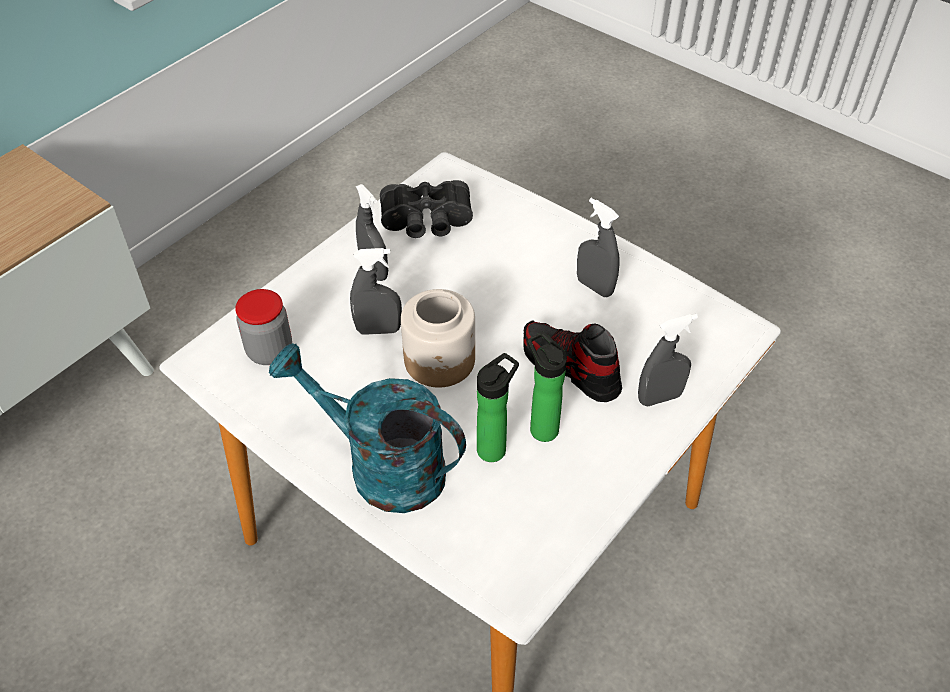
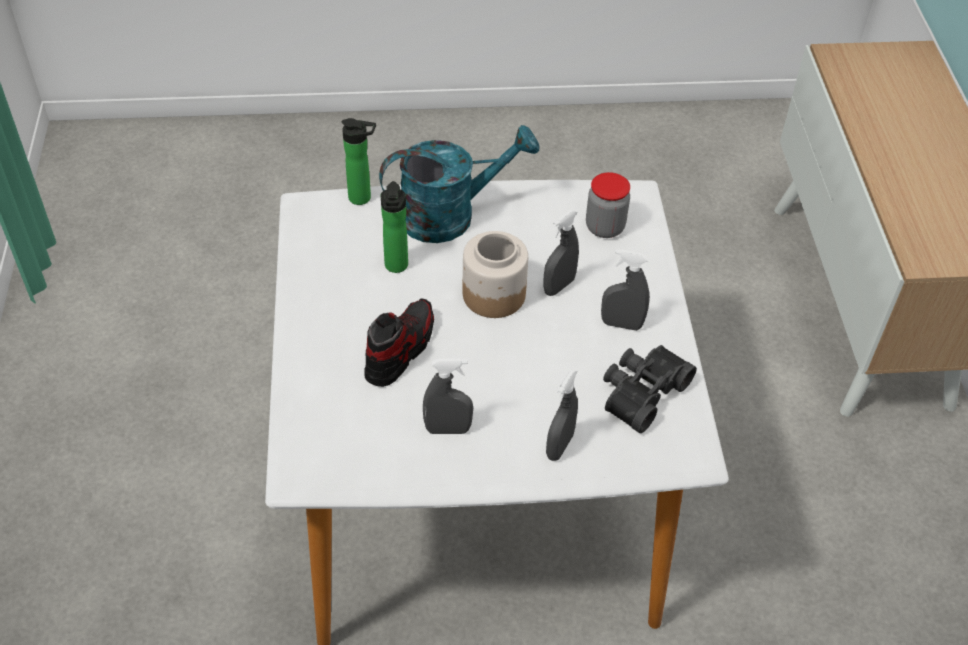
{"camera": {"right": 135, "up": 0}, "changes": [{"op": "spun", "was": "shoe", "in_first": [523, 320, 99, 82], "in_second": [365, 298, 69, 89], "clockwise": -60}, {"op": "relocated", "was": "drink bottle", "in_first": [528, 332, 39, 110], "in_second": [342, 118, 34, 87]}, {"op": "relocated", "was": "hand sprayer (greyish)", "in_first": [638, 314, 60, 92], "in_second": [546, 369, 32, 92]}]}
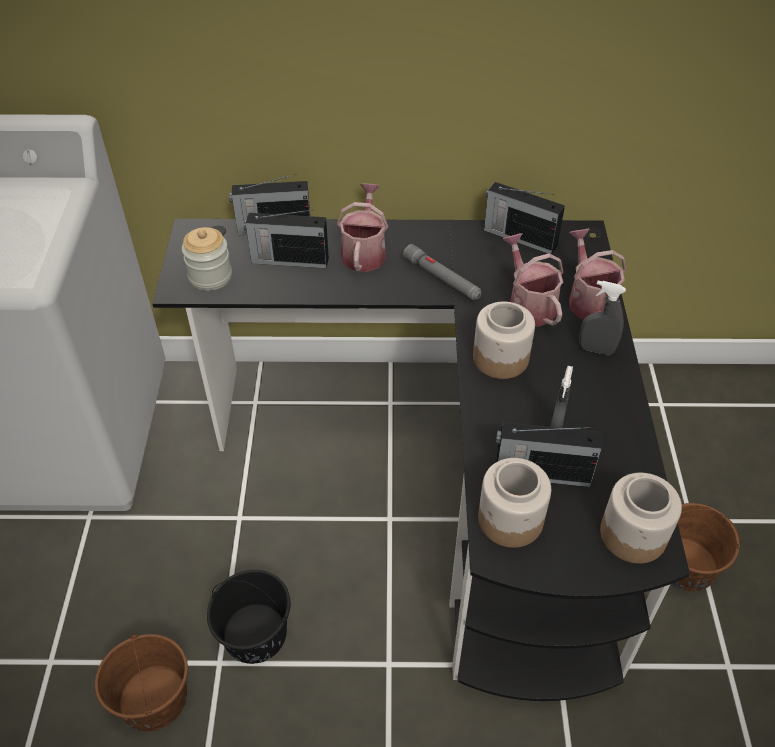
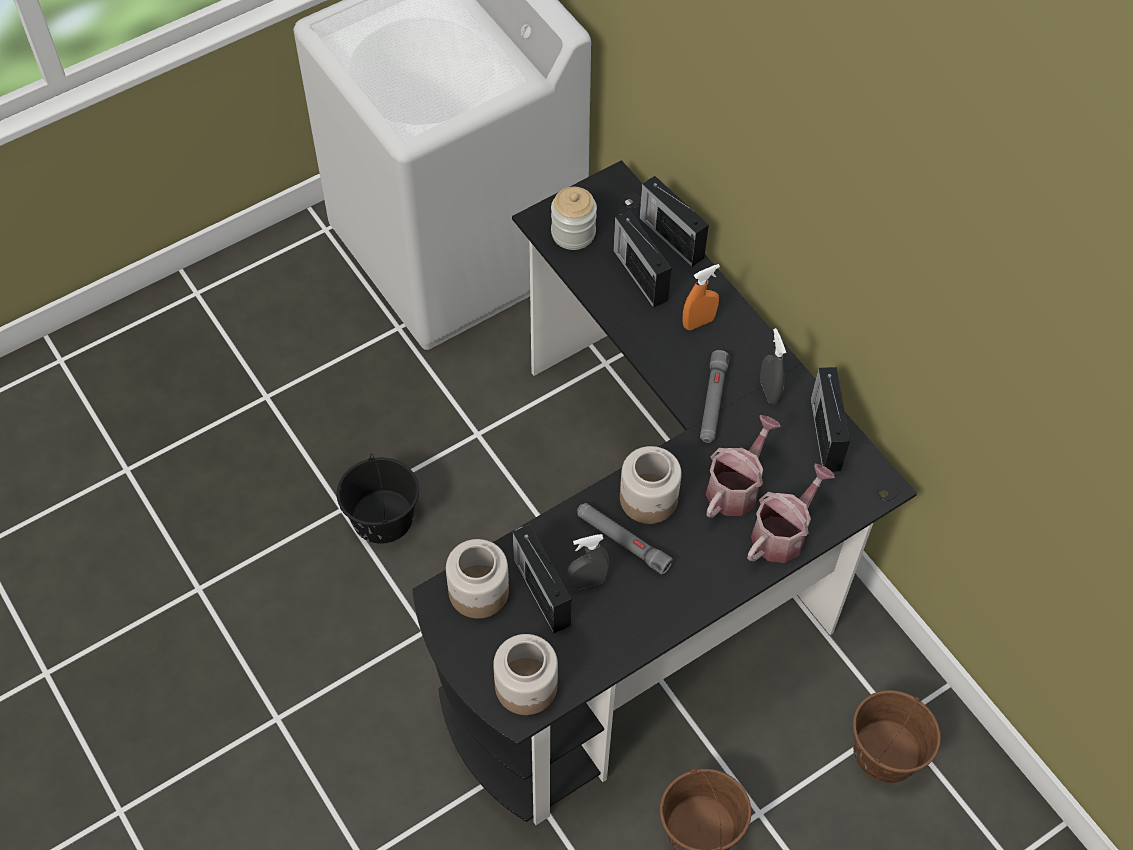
{"camera": {"right": 55, "up": 10}, "changes": [{"op": "relocated", "was": "bucket (brown)", "in_first": [95, 633, 93, 99], "in_second": [853, 690, 88, 93]}, {"op": "exchanged", "was": "watering can", "now": "hand sprayer (orangey)", "in_first": [337, 183, 51, 89], "in_second": [682, 264, 38, 66]}, {"op": "relocated", "was": "hand sprayer (greyish)", "in_first": [579, 281, 47, 74], "in_second": [760, 328, 26, 76]}, {"op": "appeared", "now": "hand torch (greyish)", "in_second": [577, 503, 96, 72]}]}
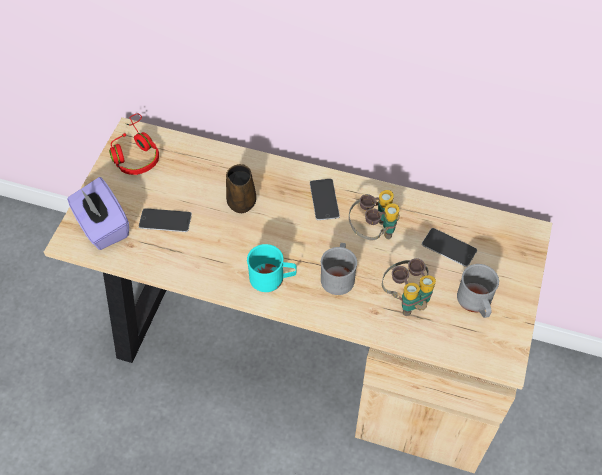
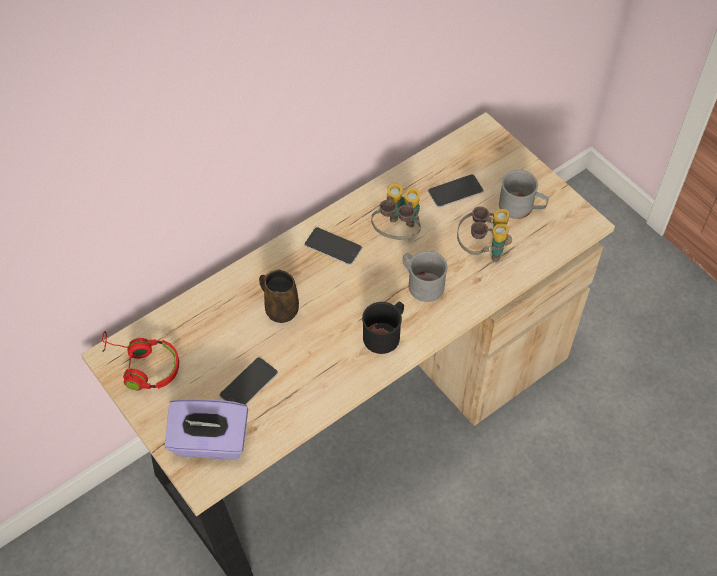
{"camera": {"right": -55, "up": 0}, "changes": [{"op": "colour", "was": "tea mug (turquoise)", "now": "tea mug (blackish)", "in_first": [247, 244, 50, 48], "in_second": [362, 302, 42, 52]}]}
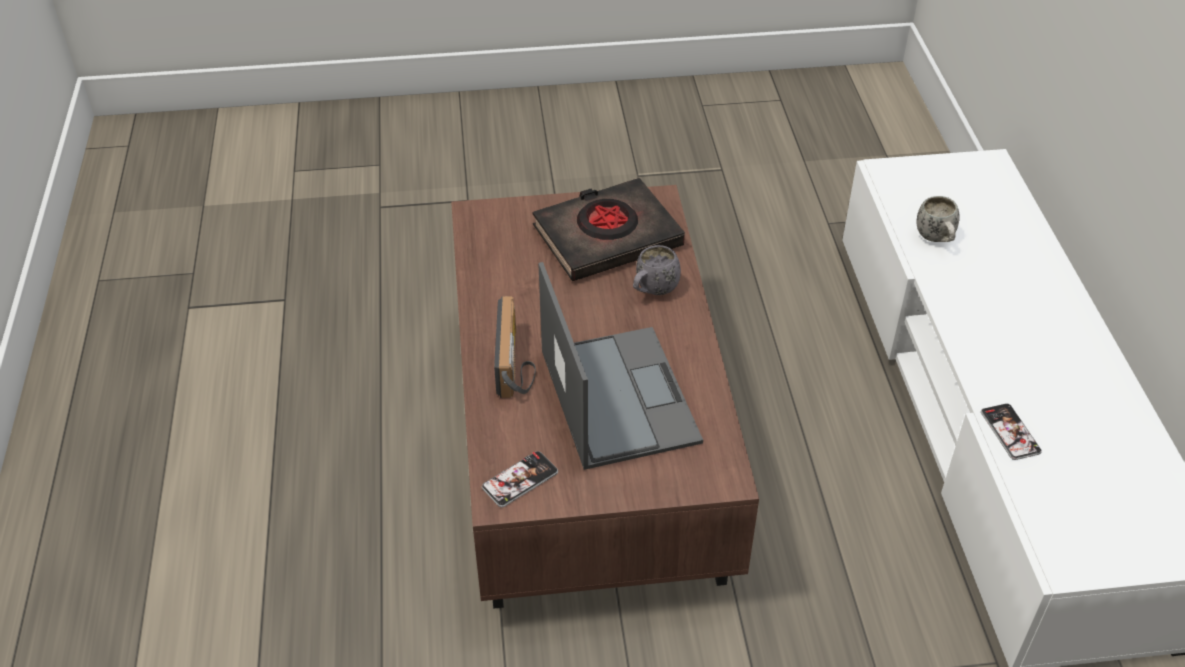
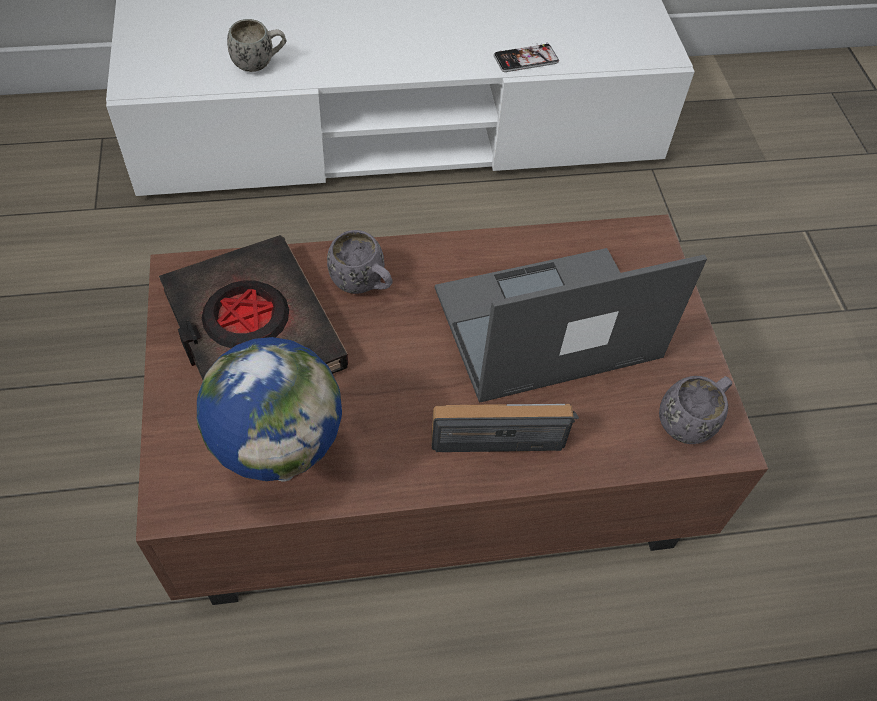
{"camera": {"right": -95, "up": 10}, "changes": [{"op": "exchanged", "was": "phone", "now": "tea mug (greyish)", "in_first": [482, 451, 76, 56], "in_second": [659, 376, 74, 68]}, {"op": "appeared", "now": "globe", "in_second": [197, 337, 145, 145]}]}
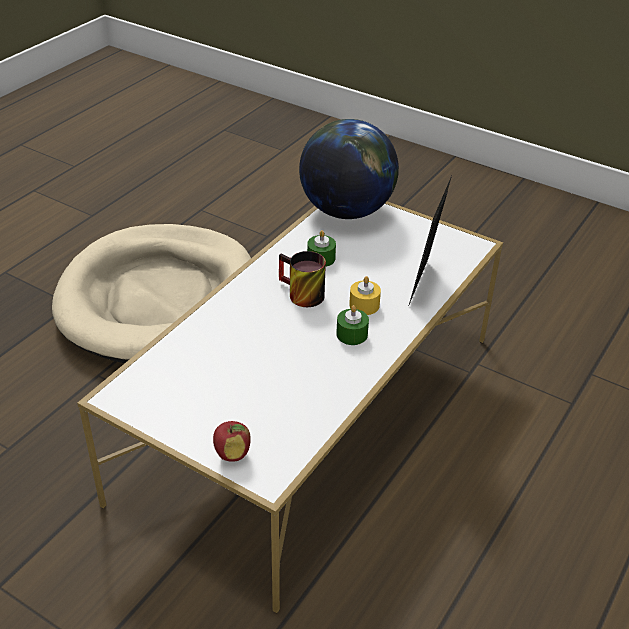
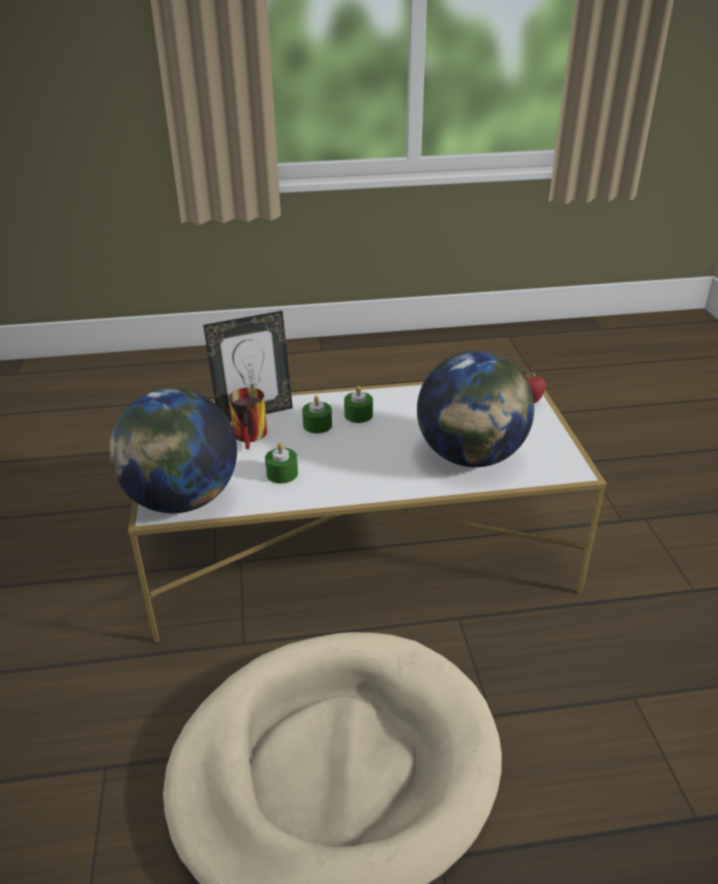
{"camera": {"right": -130, "up": -5}, "changes": [{"op": "relocated", "was": "tea mug", "in_first": [279, 251, 47, 56], "in_second": [229, 387, 38, 62]}, {"op": "colour", "was": "wax candle (yellowish)", "now": "wax candle (green-coloured)", "in_first": [349, 276, 32, 39], "in_second": [302, 395, 30, 39]}, {"op": "appeared", "now": "globe", "in_second": [417, 351, 117, 116]}]}
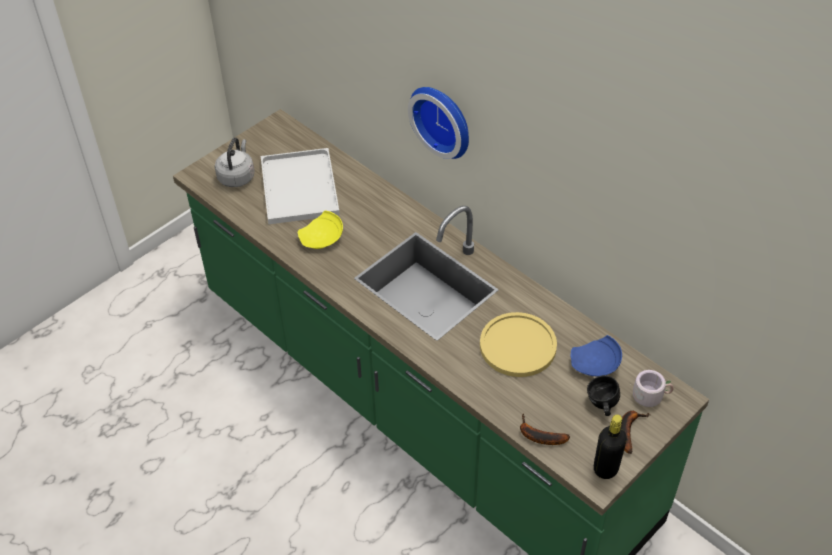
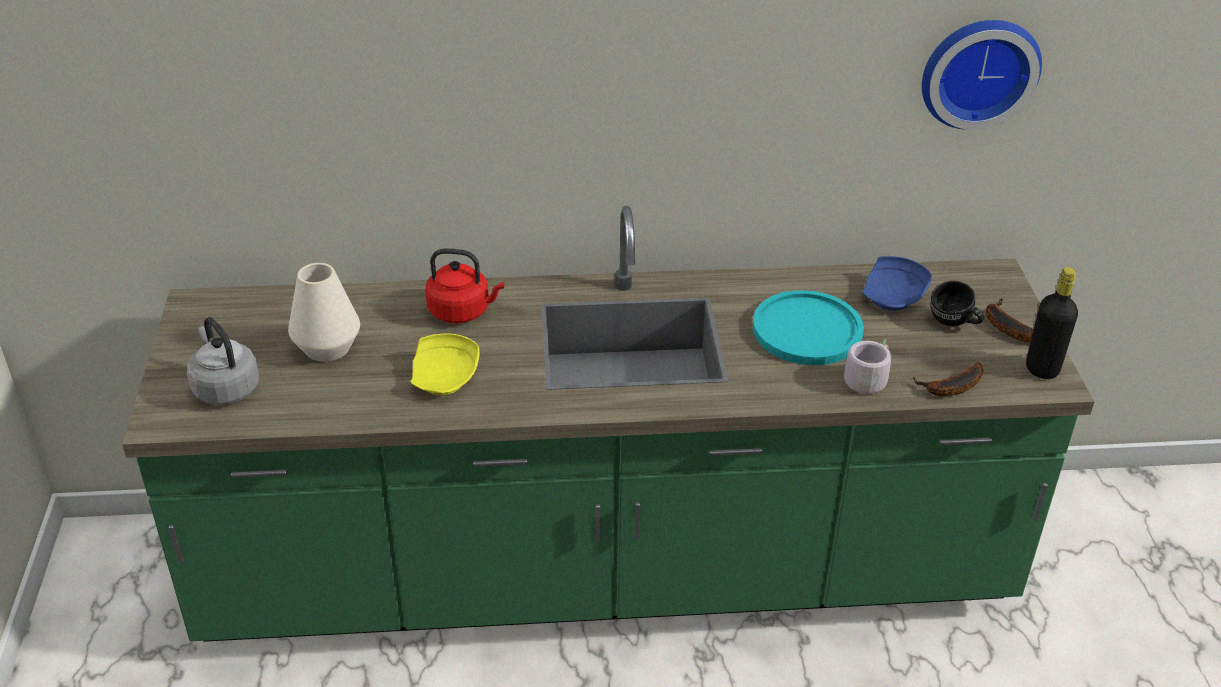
{"camera": {"right": -50, "up": -10}, "changes": [{"op": "exchanged", "was": "serving tray (white-coloured)", "now": "decorative vase (white-coloured)", "in_first": [261, 148, 79, 76], "in_second": [288, 263, 72, 99]}, {"op": "relocated", "was": "wall clock", "in_first": [408, 87, 61, 72], "in_second": [922, 20, 120, 110]}, {"op": "colour", "was": "dinner plate (yellowish)", "now": "dinner plate (turquoise)", "in_first": [480, 312, 77, 65], "in_second": [753, 290, 111, 75]}, {"op": "relocated", "was": "tea mug (greyish)", "in_first": [633, 370, 41, 37], "in_second": [831, 339, 60, 55]}, {"op": "appeared", "now": "kettle (red-coloured)", "in_second": [426, 248, 78, 75]}]}
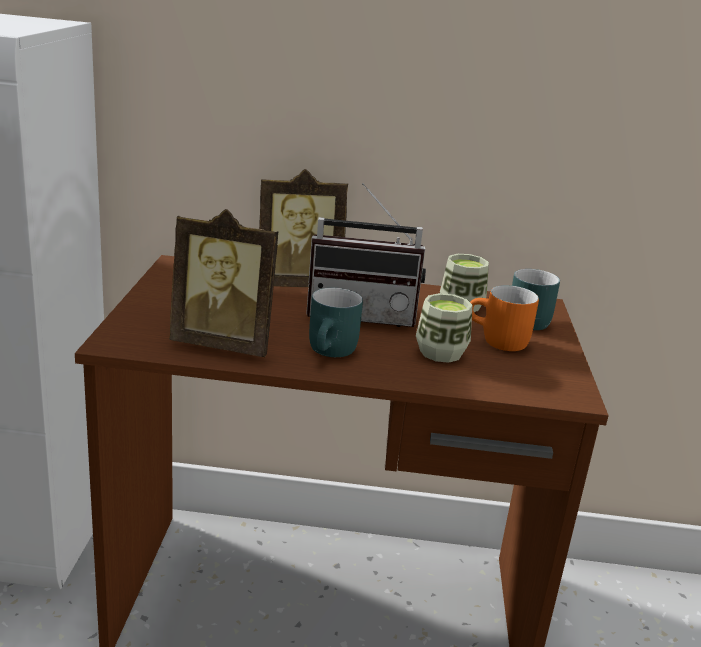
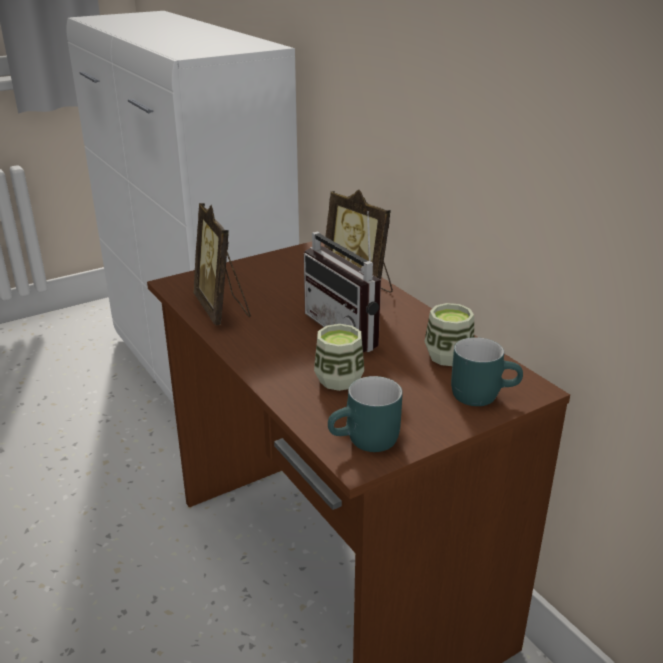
{"camera": {"right": 55, "up": 5}, "changes": [{"op": "relocated", "was": "tea mug (turquoise)", "in_first": [309, 288, 54, 69], "in_second": [328, 376, 75, 76]}, {"op": "missing", "was": "tea mug (orangey)", "in_first": [470, 285, 69, 66]}]}
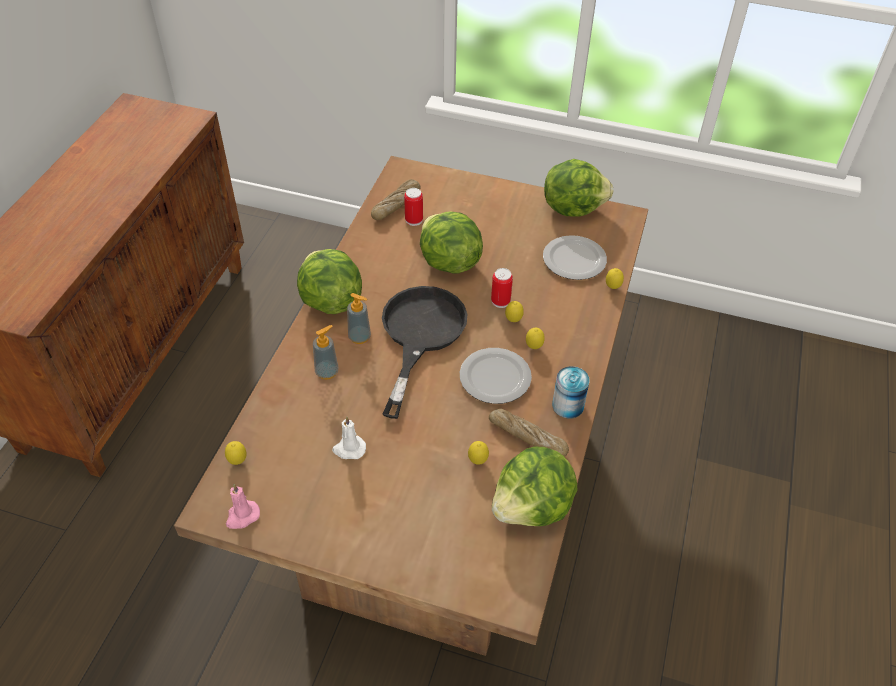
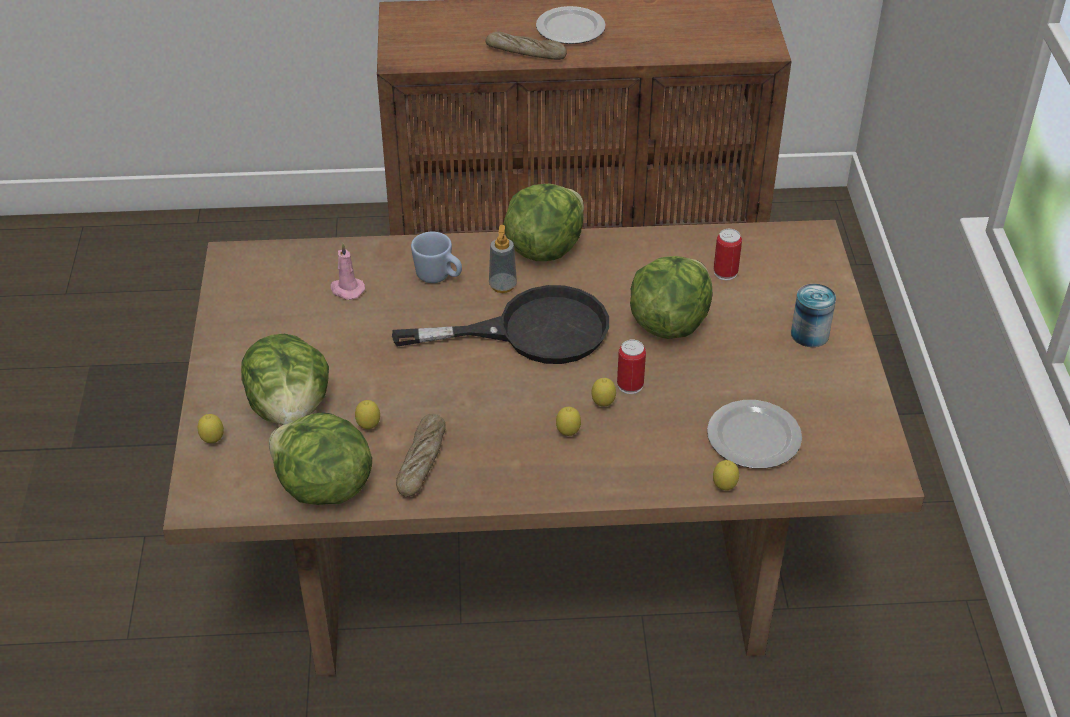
{"camera": {"right": 70, "up": -5}, "changes": [{"op": "relocated", "was": "citrus fruit", "in_first": [225, 441, 22, 24], "in_second": [198, 414, 26, 29]}, {"op": "relocated", "was": "wax candle (pinkish)", "in_first": [226, 484, 34, 45], "in_second": [330, 243, 35, 57]}, {"op": "exchanged", "was": "soap dispenser", "now": "tea mug (bluish)", "in_first": [313, 325, 25, 55], "in_second": [411, 232, 51, 51]}, {"op": "missing", "was": "wax candle (white-coloured)", "in_first": [332, 416, 34, 43]}, {"op": "relocated", "was": "bakery bread", "in_first": [371, 179, 50, 41], "in_second": [485, 31, 82, 29]}, {"op": "relocated", "was": "dinner plate", "in_first": [460, 348, 72, 56], "in_second": [536, 6, 70, 38]}, {"op": "relocated", "was": "head of lettuce", "in_first": [544, 159, 70, 58], "in_second": [241, 334, 88, 91]}, {"op": "relocated", "was": "metal can", "in_first": [552, 366, 38, 52], "in_second": [791, 284, 45, 63]}]}
